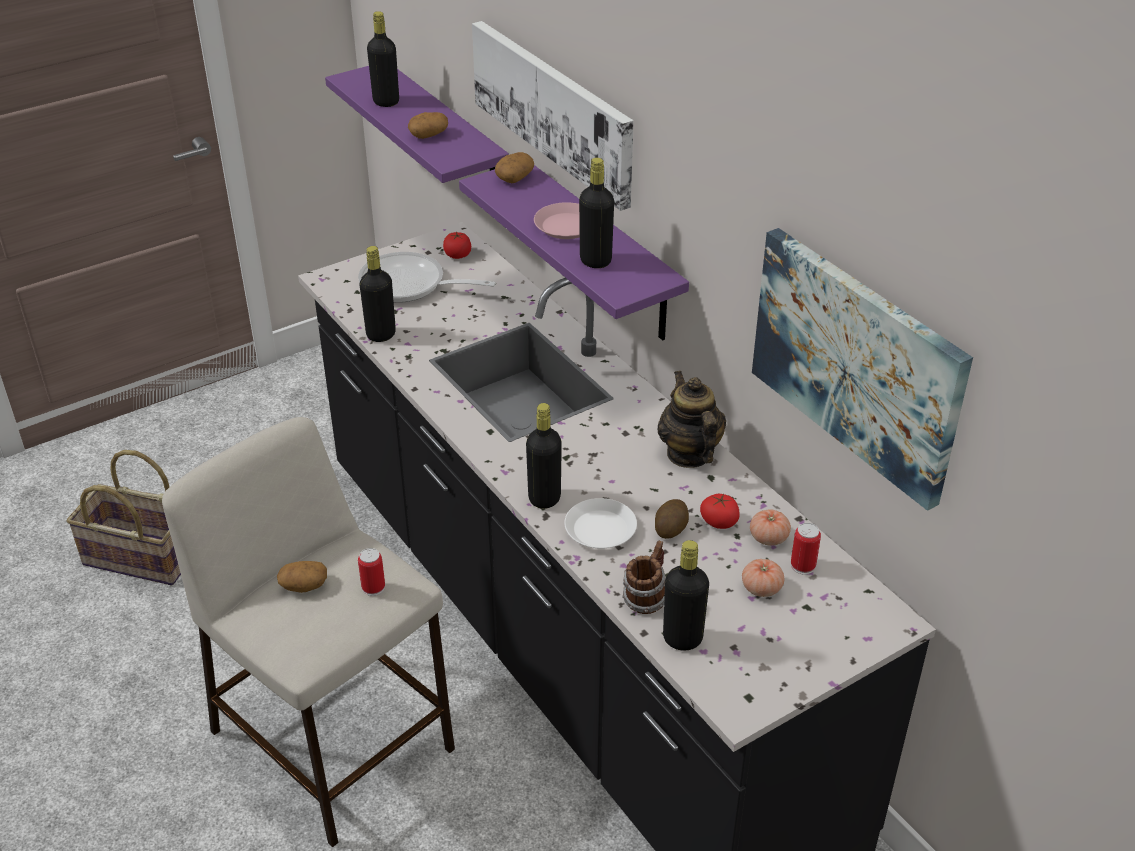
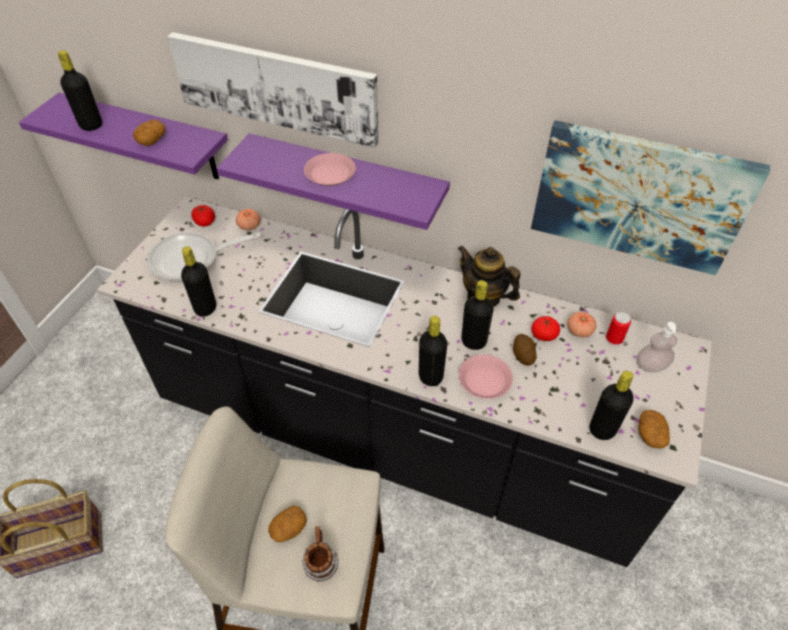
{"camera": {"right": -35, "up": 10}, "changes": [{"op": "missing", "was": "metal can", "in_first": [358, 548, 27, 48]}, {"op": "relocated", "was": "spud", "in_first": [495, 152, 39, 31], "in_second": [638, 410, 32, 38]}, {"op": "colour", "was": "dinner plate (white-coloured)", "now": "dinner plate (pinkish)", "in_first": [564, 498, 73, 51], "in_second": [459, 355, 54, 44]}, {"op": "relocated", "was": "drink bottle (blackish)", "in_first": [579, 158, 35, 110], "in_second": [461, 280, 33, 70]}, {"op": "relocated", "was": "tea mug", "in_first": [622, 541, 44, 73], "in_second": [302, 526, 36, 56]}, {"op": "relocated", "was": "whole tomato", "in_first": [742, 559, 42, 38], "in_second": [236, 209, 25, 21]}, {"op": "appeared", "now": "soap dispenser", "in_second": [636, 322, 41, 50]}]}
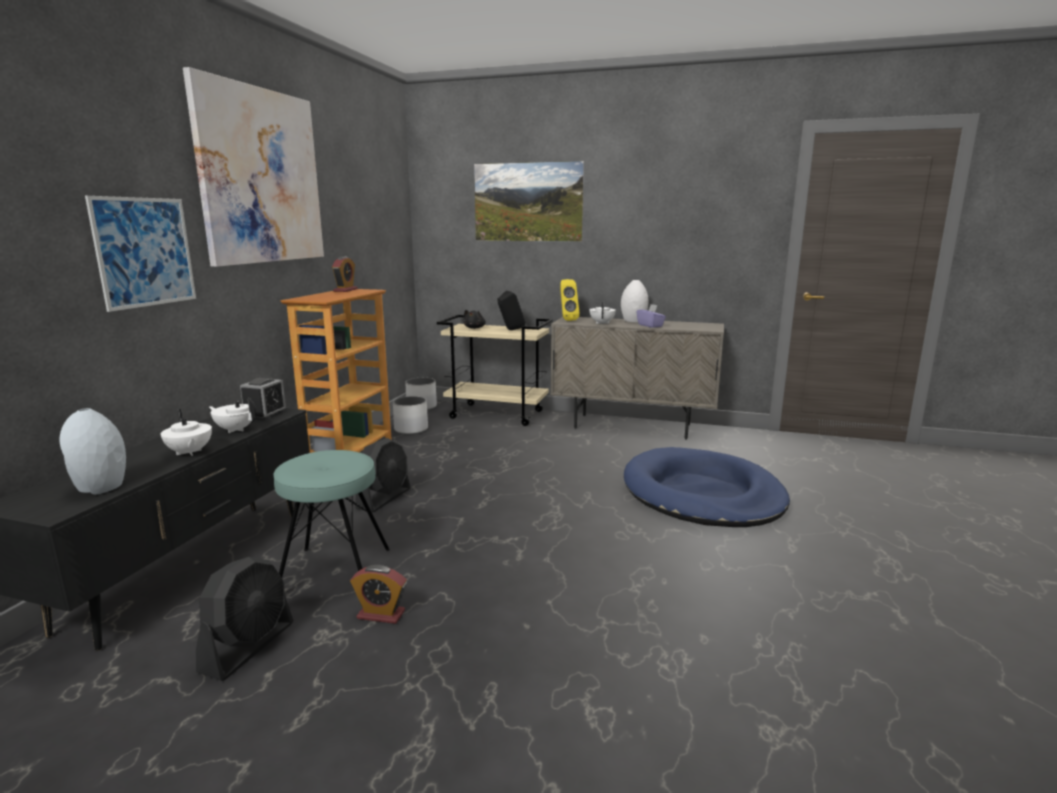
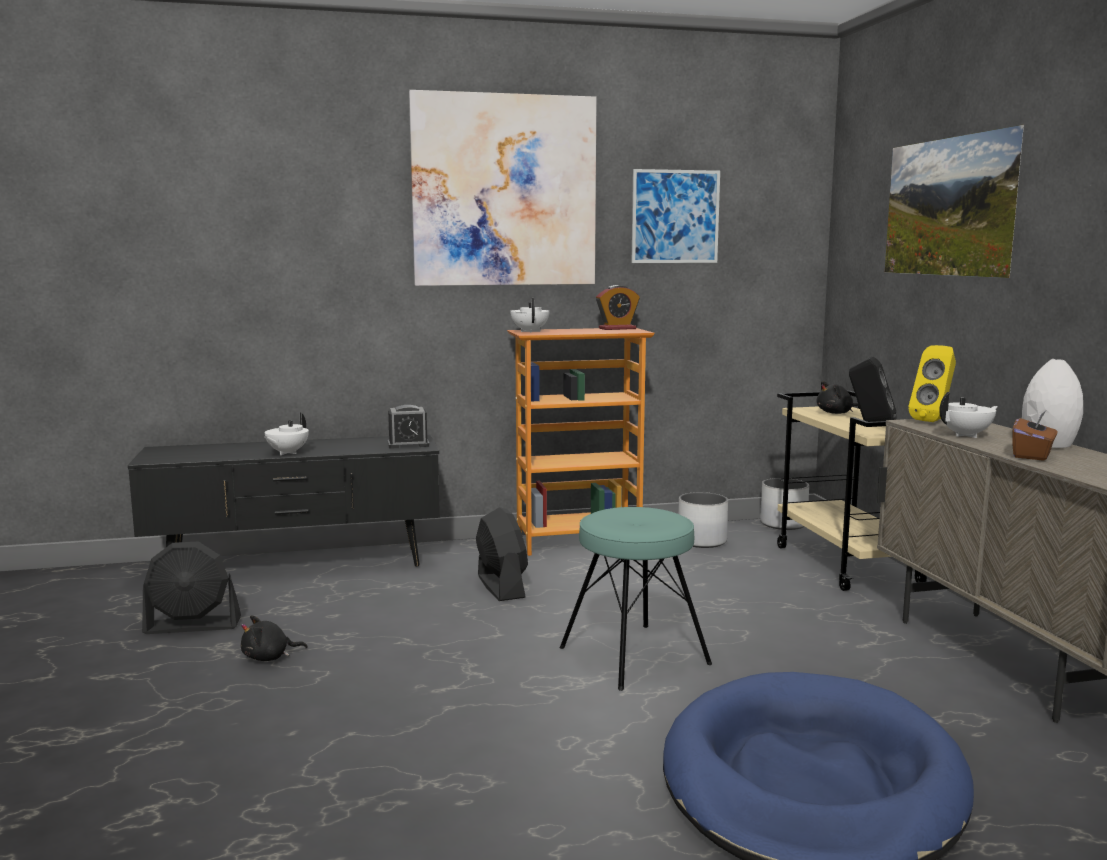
{"camera": {"right": 60, "up": -5}, "changes": [{"op": "missing", "was": "decorative vase (greyish)", "in_first": [60, 408, 66, 87]}, {"op": "relocated", "was": "wall art", "in_first": [85, 196, 111, 116], "in_second": [632, 169, 88, 94]}, {"op": "relocated", "was": "pot for tea (white-coloured)", "in_first": [209, 398, 47, 35], "in_second": [510, 298, 40, 35]}, {"op": "relocated", "was": "stool seat (turquoise)", "in_first": [274, 450, 116, 127], "in_second": [559, 507, 153, 184]}, {"op": "exchanged", "was": "alarm clock", "now": "cuddly toy (blackish)", "in_first": [350, 565, 57, 59], "in_second": [241, 615, 67, 46]}, {"op": "spun", "was": "fan (blackish)", "in_first": [355, 438, 55, 74], "in_second": [476, 507, 52, 94], "clockwise": -105}, {"op": "colour", "was": "tissue box (purple-coloured)", "now": "tissue box (brown)", "in_first": [637, 304, 29, 24], "in_second": [1012, 411, 46, 50]}]}
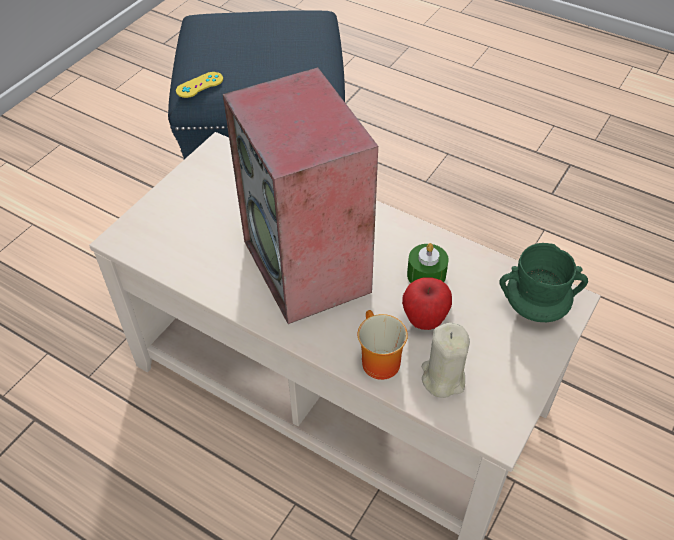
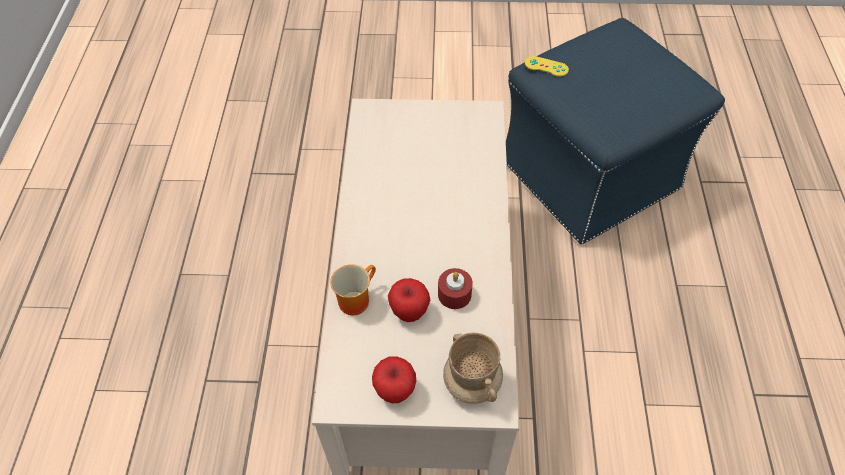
{"camera": {"right": 60, "up": 5}, "changes": [{"op": "missing", "was": "audio speaker", "in_first": [223, 67, 155, 257]}, {"op": "colour", "was": "wax candle (green-coloured)", "now": "wax candle (red-coloured)", "in_first": [407, 243, 42, 40], "in_second": [438, 268, 35, 41]}, {"op": "missing", "was": "wax candle (beige-coloured)", "in_first": [422, 323, 48, 75]}, {"op": "colour", "was": "tea mug (green-coloured)", "now": "tea mug (beige-coloured)", "in_first": [499, 243, 89, 79], "in_second": [443, 333, 60, 70]}, {"op": "appeared", "now": "apple fruit", "in_second": [372, 357, 44, 46]}]}
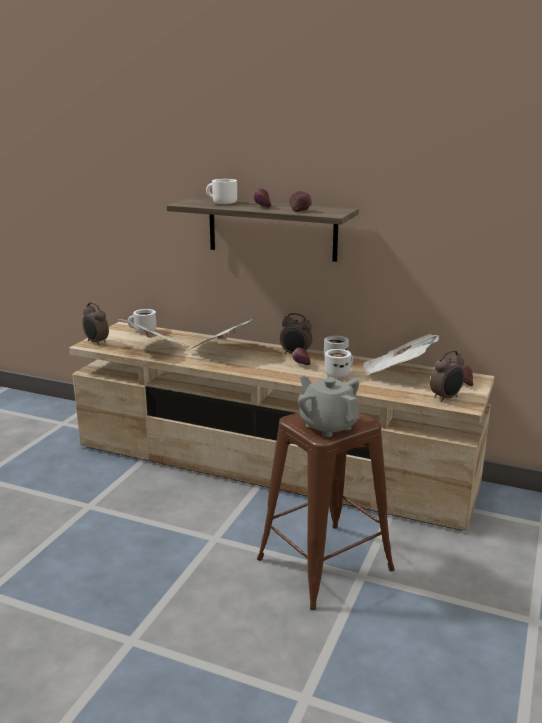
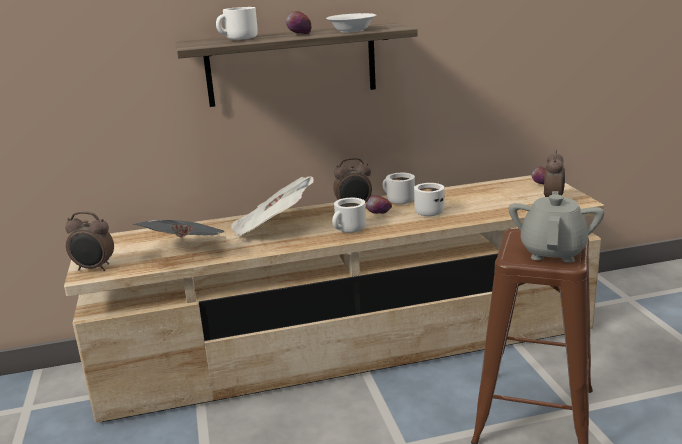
{"camera": {"right": -35, "up": 0}, "changes": [{"op": "relocated", "was": "tea mug (white-coloured)", "in_first": [128, 309, 28, 24], "in_second": [332, 198, 34, 35]}, {"op": "exchanged", "was": "apple fruit", "now": "bowl (white-coloured)", "in_first": [289, 191, 23, 21], "in_second": [326, 13, 50, 20]}, {"op": "spun", "was": "pot for tea (greyish)", "in_first": [298, 376, 61, 61], "in_second": [509, 191, 95, 72], "clockwise": 90}, {"op": "missing", "was": "daily paper", "in_first": [363, 334, 76, 41]}]}
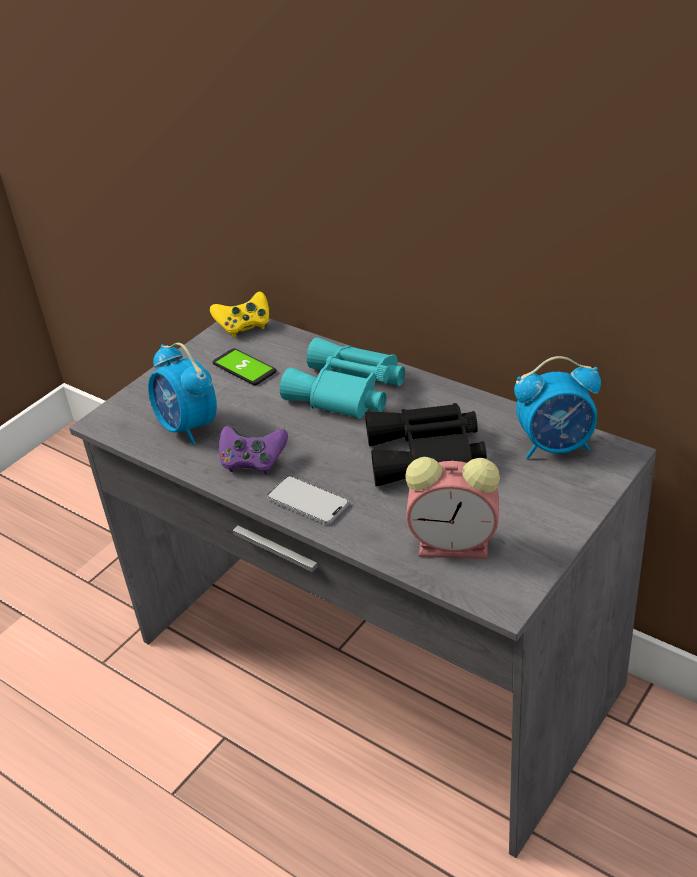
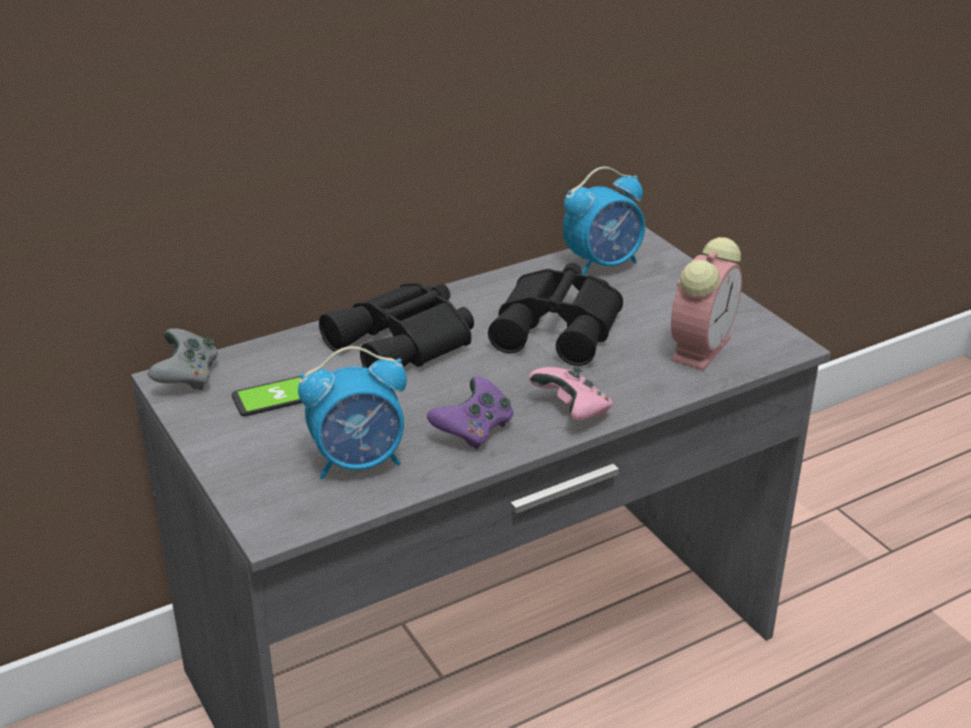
{"camera": {"right": -70, "up": -5}, "changes": [{"op": "colour", "was": "joypad (yellowish)", "now": "joypad (greyish)", "in_first": [210, 292, 59, 46], "in_second": [148, 328, 70, 63]}, {"op": "exchanged", "was": "phone", "now": "joypad (pinkish)", "in_first": [267, 476, 82, 49], "in_second": [529, 366, 84, 54]}, {"op": "colour", "was": "binoculars (turquoise)", "now": "binoculars (blackish)", "in_first": [280, 337, 125, 82], "in_second": [319, 283, 155, 86]}, {"op": "spun", "was": "alarm clock", "in_first": [514, 356, 87, 103], "in_second": [563, 167, 82, 108], "clockwise": 45}]}
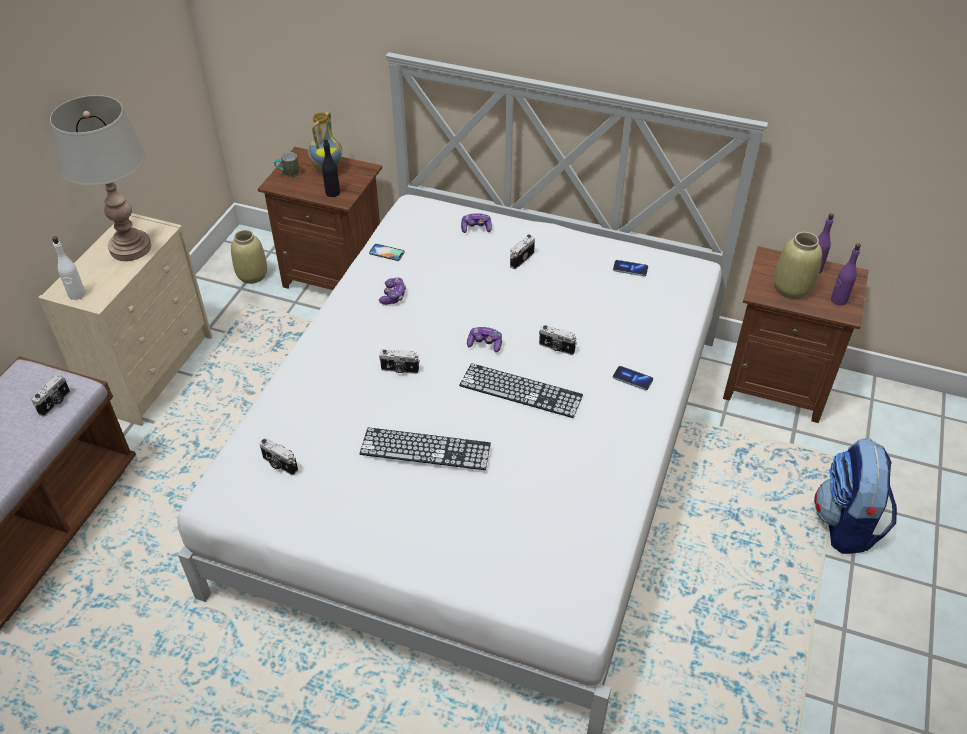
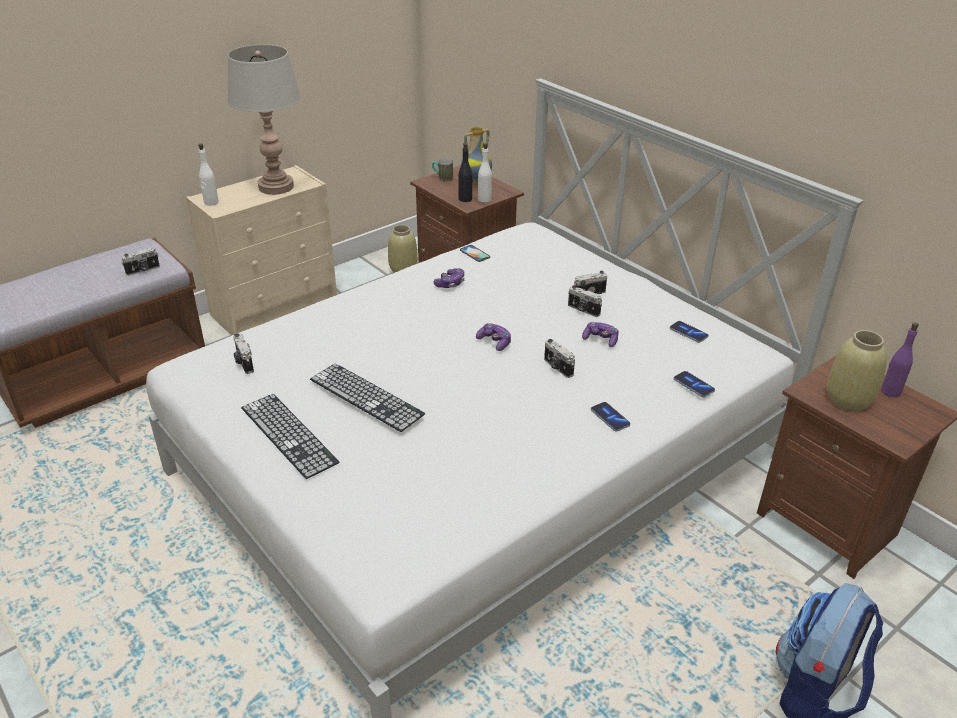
{"camera": {"right": 30, "up": -10}, "changes": [{"op": "relocated", "was": "still camera", "in_first": [379, 350, 41, 24], "in_second": [568, 285, 34, 32]}, {"op": "relocated", "was": "computer keyboard", "in_first": [459, 363, 124, 55], "in_second": [241, 394, 98, 85]}, {"op": "relocated", "was": "joypad", "in_first": [461, 213, 31, 20], "in_second": [582, 322, 37, 25]}, {"op": "missing", "was": "drink bottle (purple-coloured)", "in_first": [831, 243, 30, 63]}, {"op": "appeared", "now": "drink bottle (white-coloured)", "in_second": [478, 143, 14, 59]}, {"op": "appeared", "now": "phone", "in_second": [674, 371, 41, 26]}]}
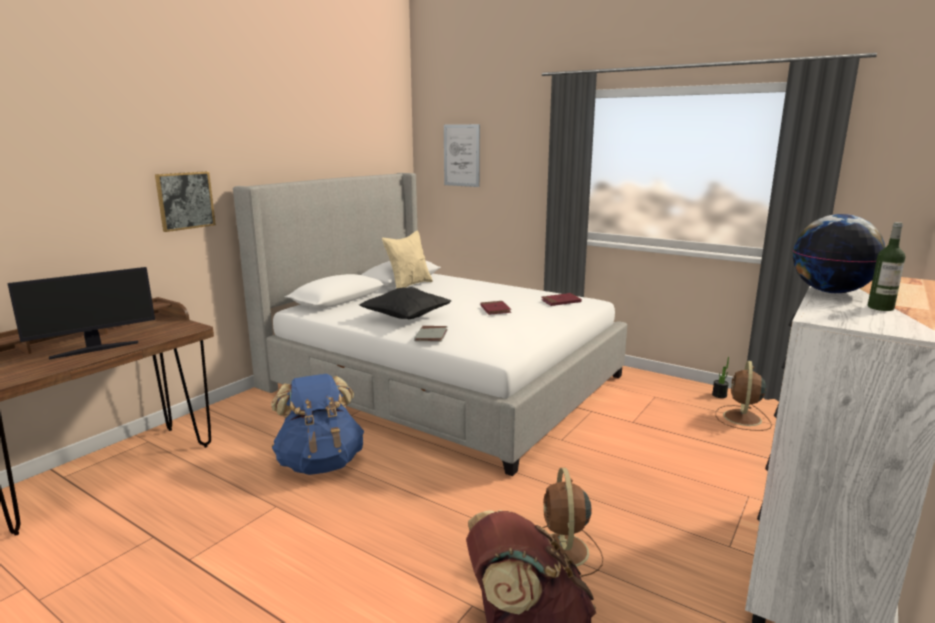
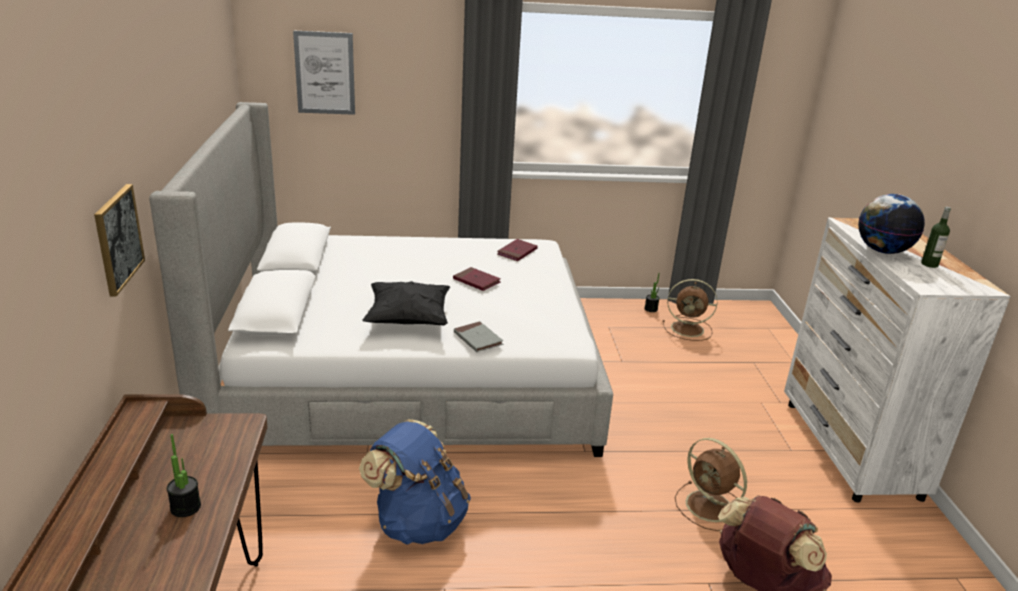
{"camera": {"right": -40, "up": 10}, "changes": [{"op": "exchanged", "was": "computer screen", "now": "potted plant", "in_first": [7, 267, 148, 92], "in_second": [167, 434, 34, 83]}, {"op": "missing", "was": "pillow (beige-coloured)", "in_first": [382, 230, 51, 59]}, {"op": "spun", "was": "fan (brown)", "in_first": [716, 361, 56, 70], "in_second": [663, 279, 54, 62], "clockwise": -60}]}
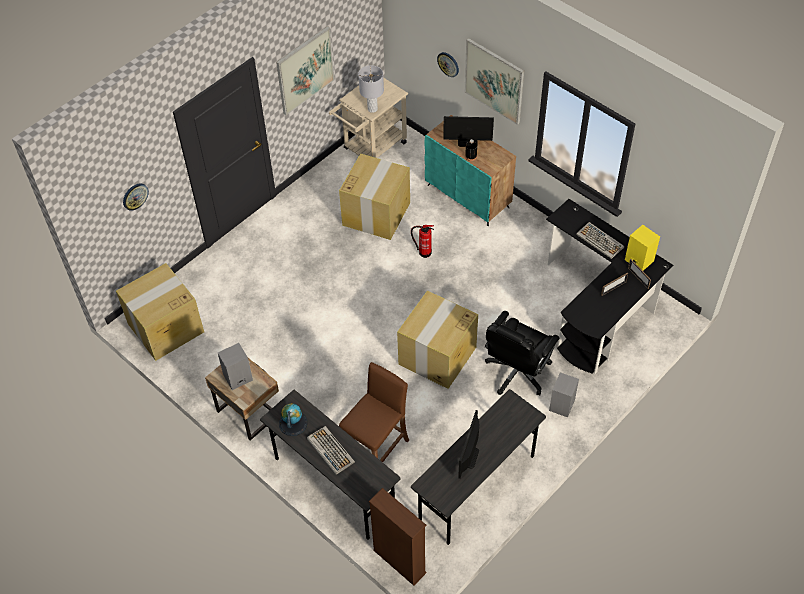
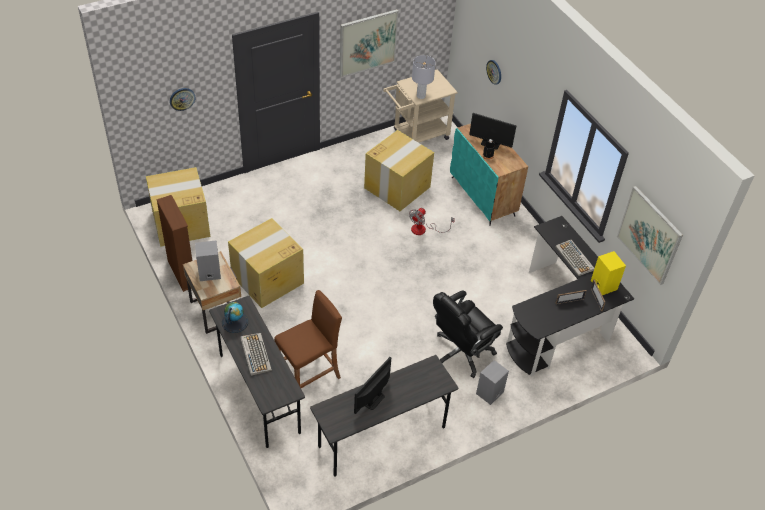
{"camera": {"right": 15, "up": -5}, "changes": [{"op": "relocated", "was": "bookcase (brown)", "in_first": [369, 488, 58, 98], "in_second": [156, 195, 36, 97]}, {"op": "relocated", "was": "cardboard box", "in_first": [397, 291, 81, 98], "in_second": [228, 218, 76, 90]}, {"op": "exchanged", "was": "fire extinguisher", "now": "fan", "in_first": [411, 225, 23, 33], "in_second": [409, 208, 46, 27]}, {"op": "relocated", "was": "wall art", "in_first": [465, 38, 59, 87], "in_second": [617, 186, 66, 99]}]}
